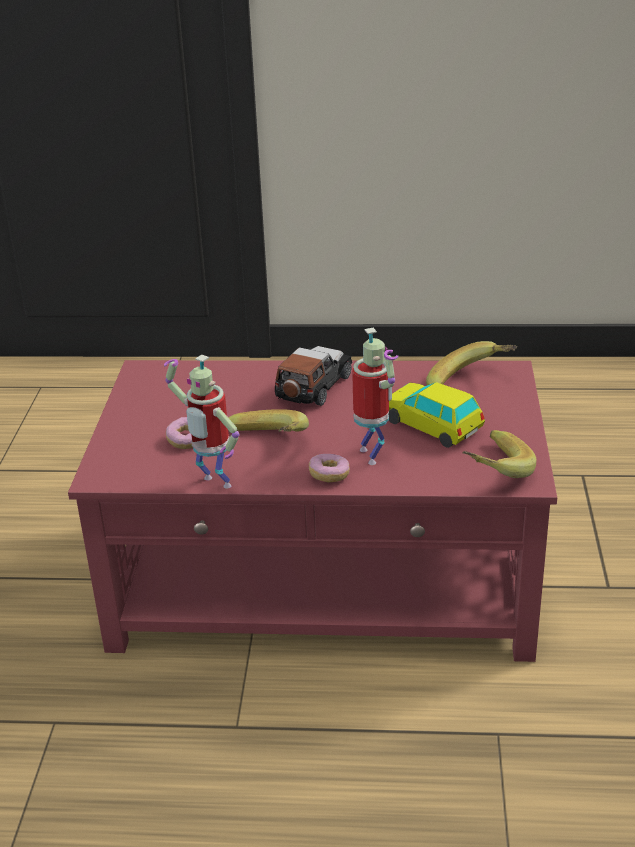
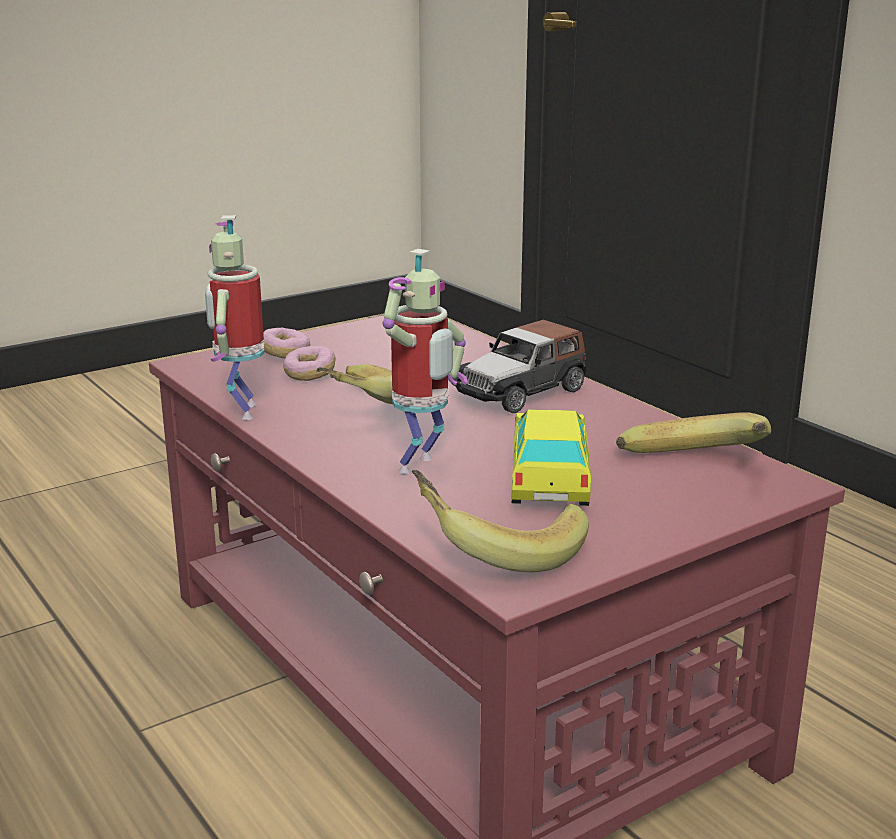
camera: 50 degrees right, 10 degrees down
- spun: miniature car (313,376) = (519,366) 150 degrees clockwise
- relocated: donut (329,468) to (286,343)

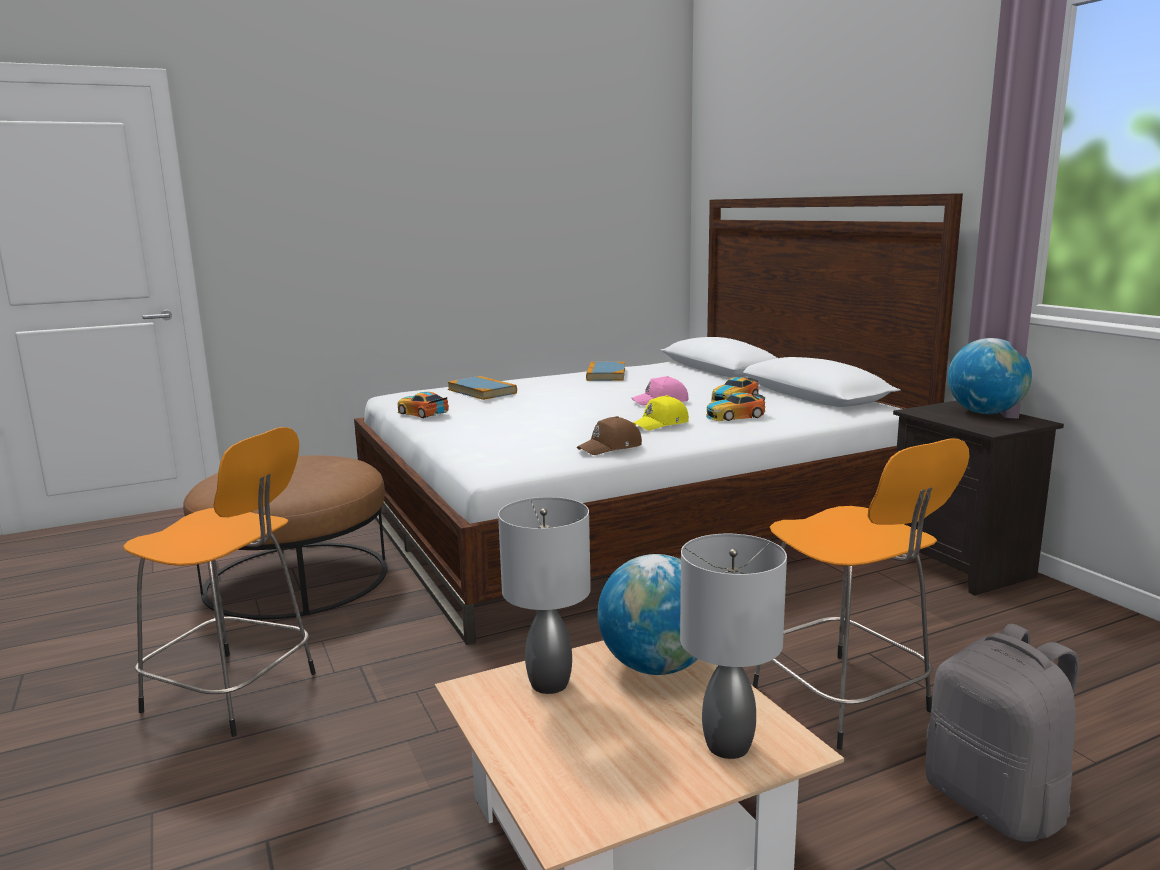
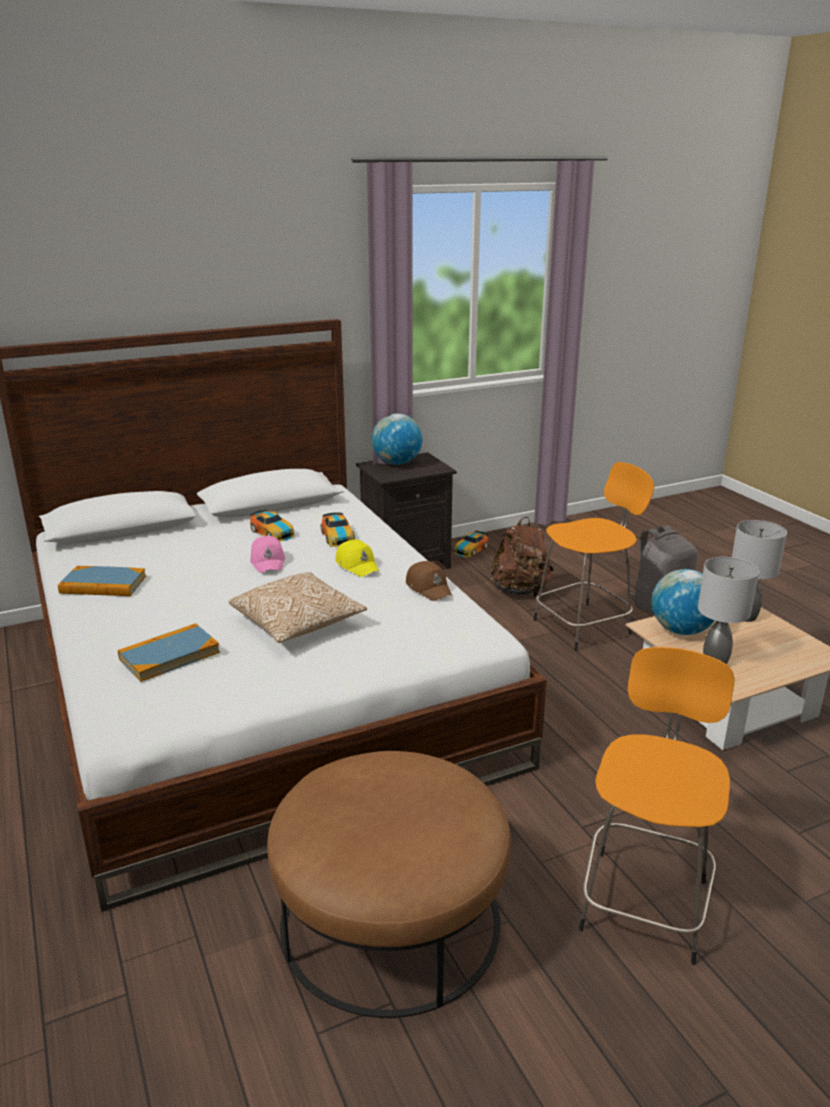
camera: 90 degrees left, 10 degrees up
- relocated: miniature car (423,405) to (471,544)
- appeared: brownish knapsack (521,557)
- appeared: throw pillow (298,607)

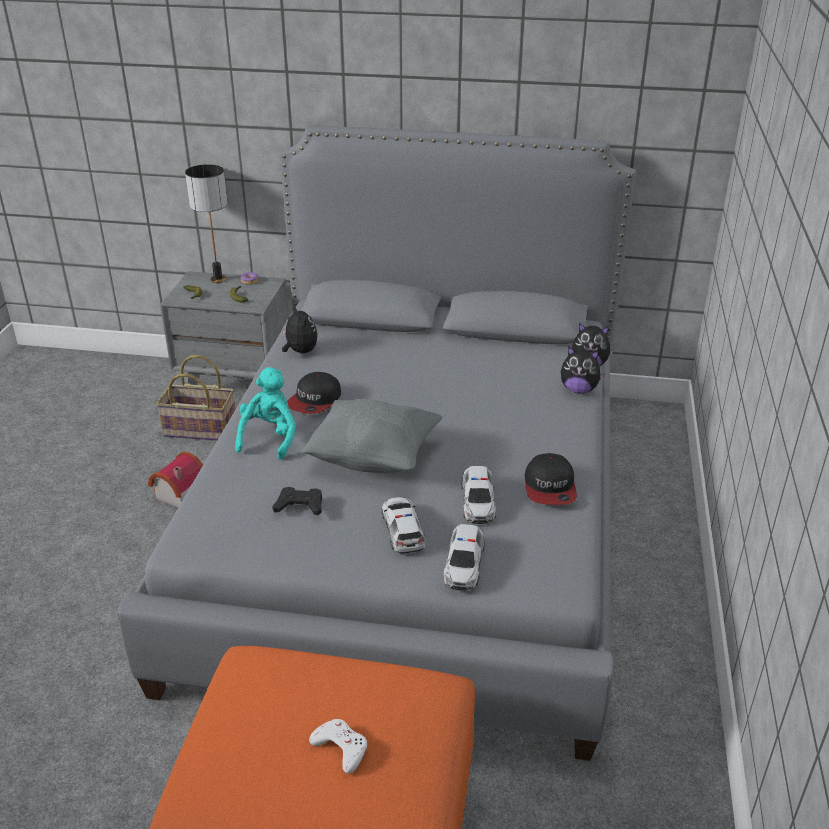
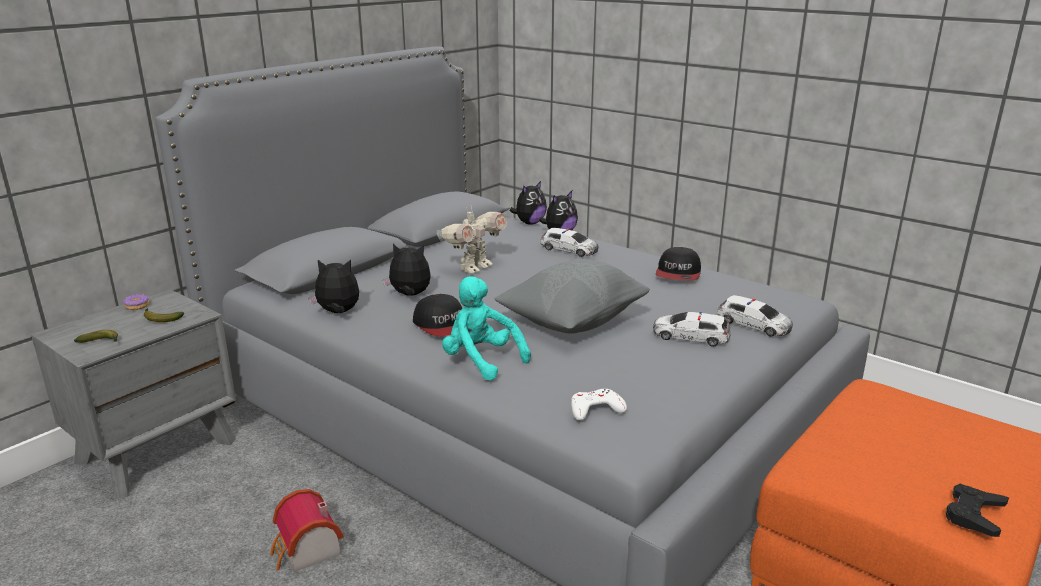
camera: 60 degrees left, 10 degrees down
- missing: table lamp (206,223)
- missing: household basket (195,398)
- spun: cap (551,479) = (678,264) 75 degrees clockwise
- relocated: miniature car (478,495) to (569,242)
- relocated: black-coloured gamepad (297,501) to (977,510)
- relocated: white gamepad (338,746) to (599,405)
- appeared: robot figure (472,240)
- appeared: cuddly toy (407,270)

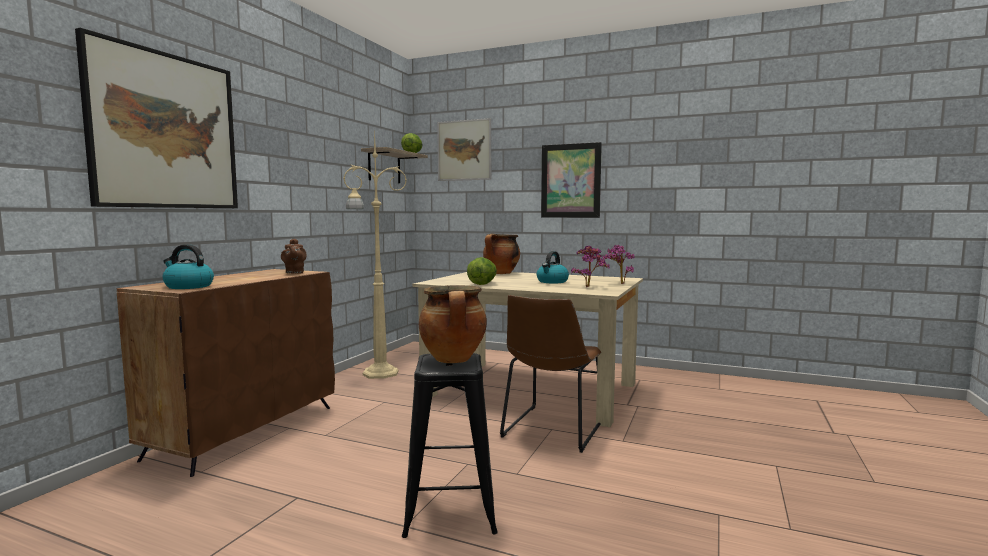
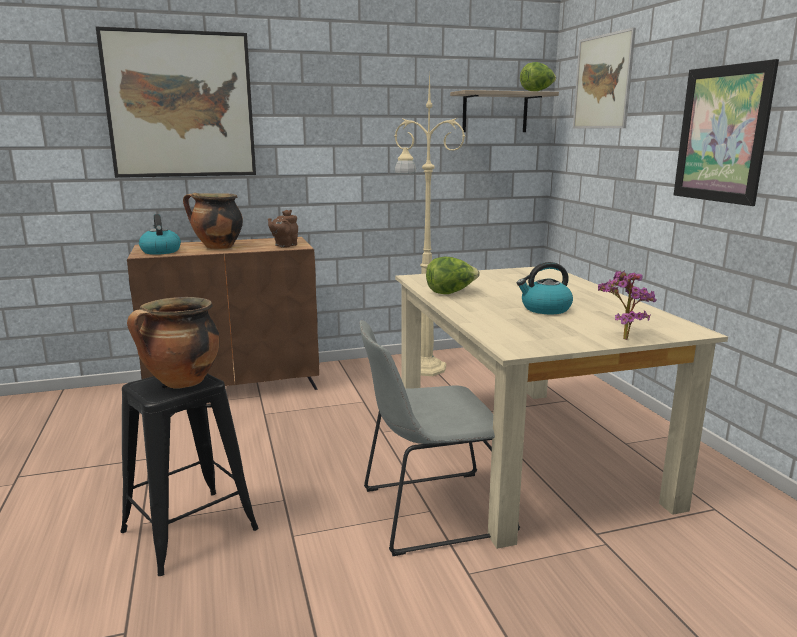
camera: 50 degrees right, 10 degrees up
- relocated: saucepot (501,254) to (213,221)
- missing: plant in a pot (590,266)
- colour: brownish plain chair (550,374) to greyish plain chair (440,438)

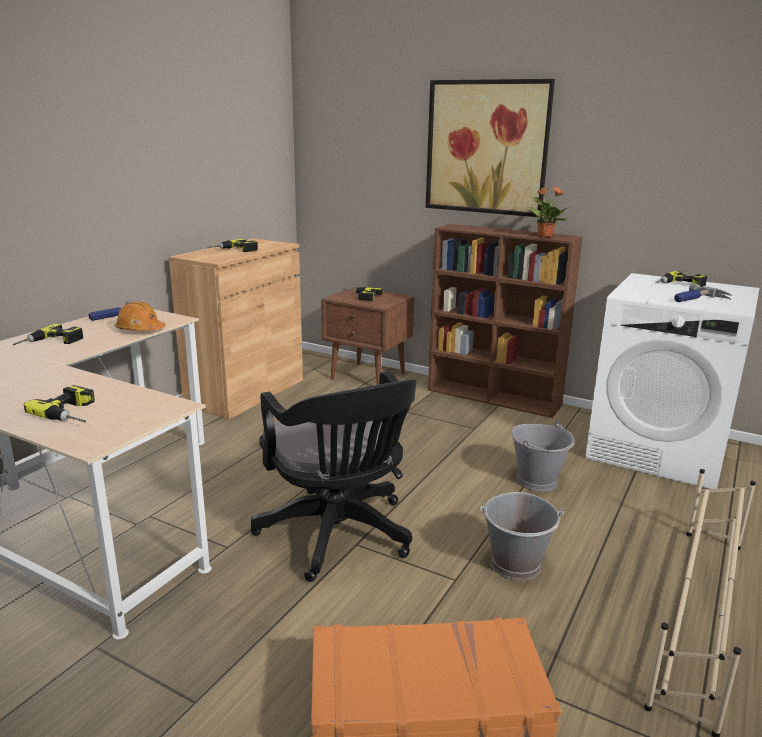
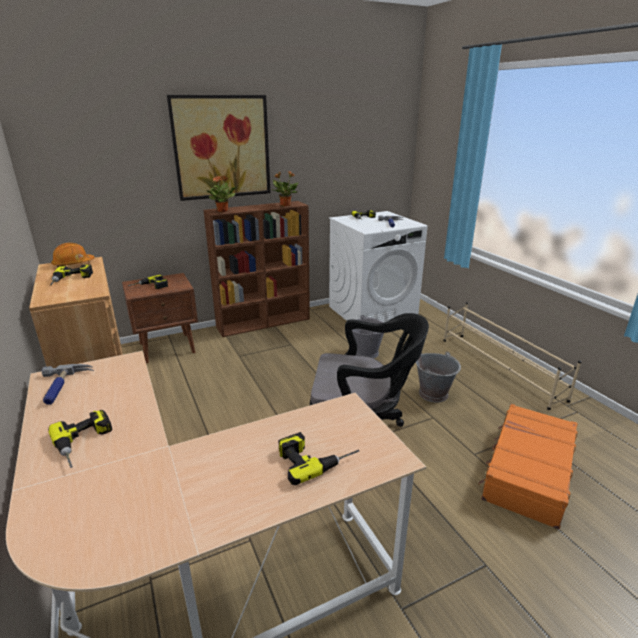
camera: 55 degrees left, 5 degrees up
- relocated: orange work helmet (140,316) to (73,255)
- appeared: plant in a pot (221,194)

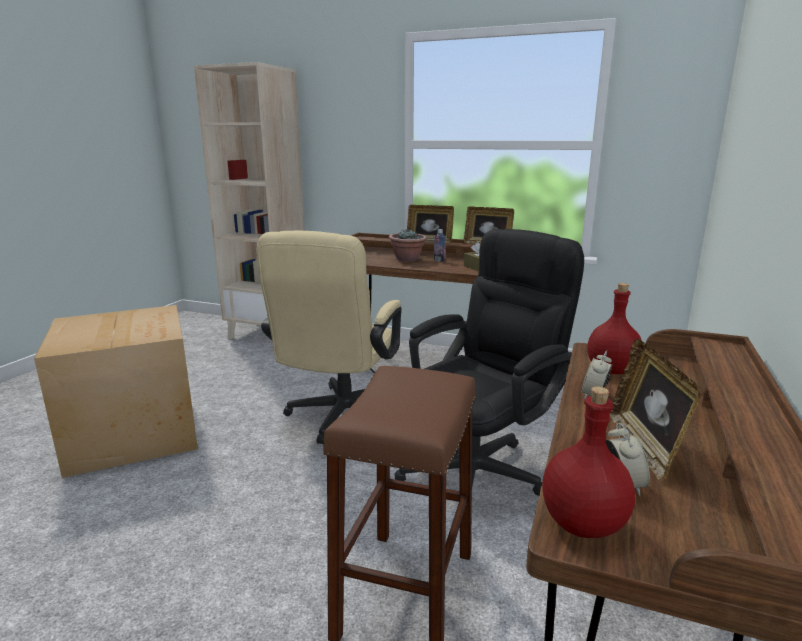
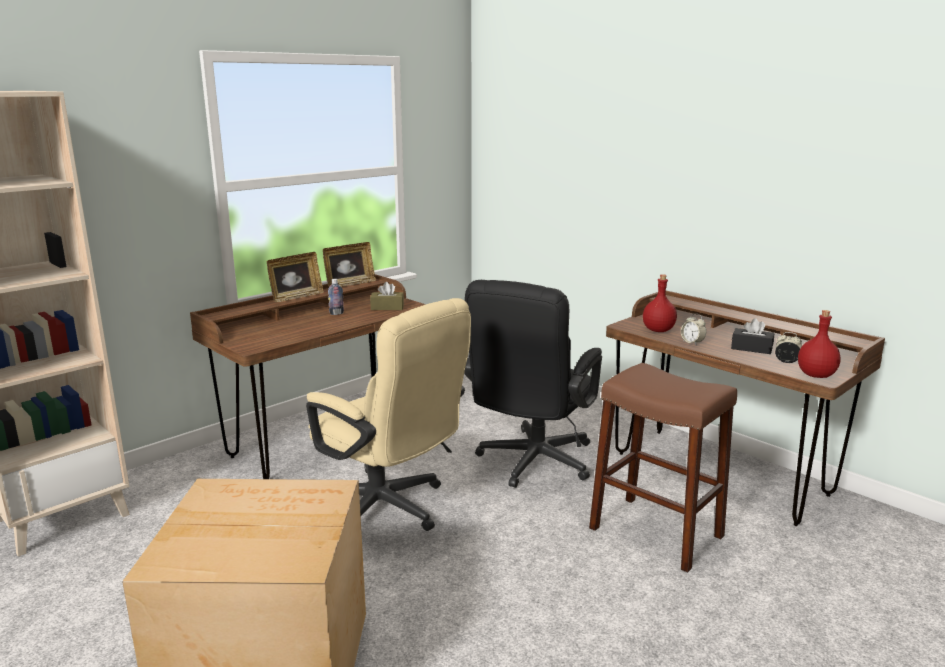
camera: 65 degrees left, 0 degrees up
- missing: plant in a pot (408,245)
- spun: black-coloured desk chair (489,362) = (533,384) 135 degrees counterclockwise
- exchanged: picture frame (656,410) to black-coloured box of tissues (752,336)

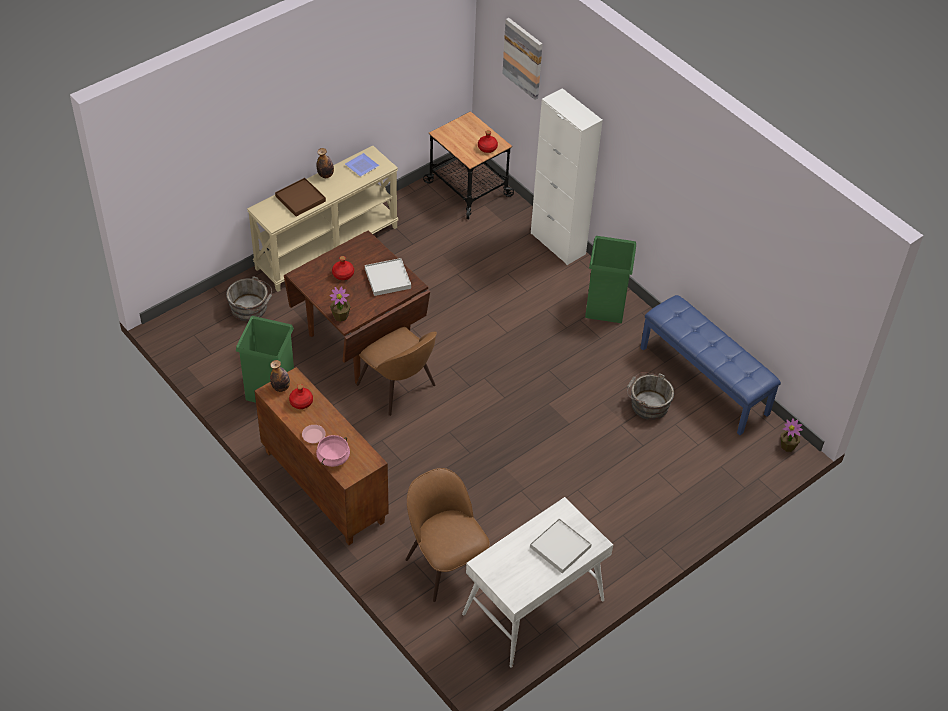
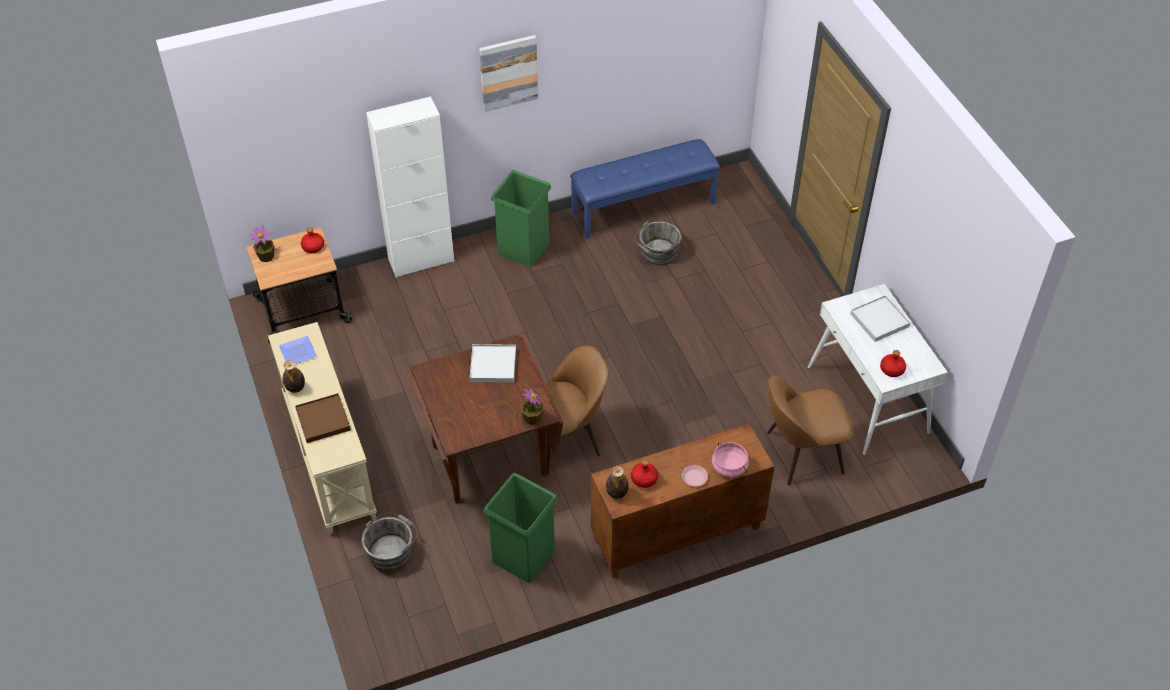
camera: 70 degrees left, 0 degrees up
- relocated: picture (522,59) to (508,73)
- relocated: red-coloured beverage bottle (343,268) to (893,363)
- relocated: plant in a pot (792,435) to (262,243)

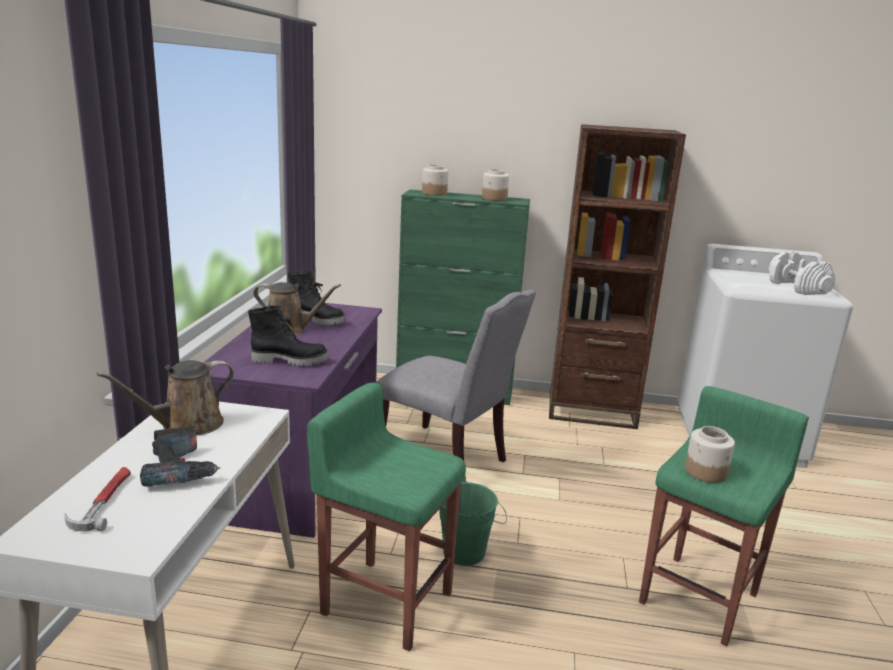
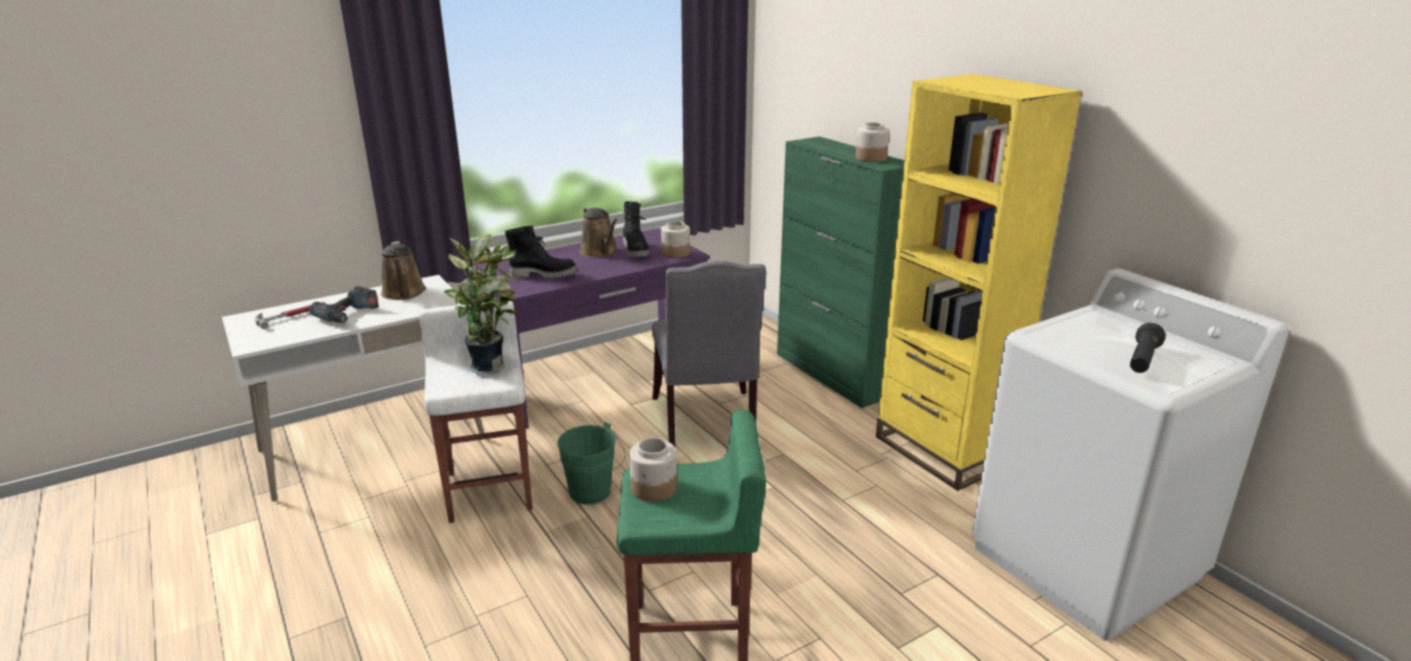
camera: 50 degrees right, 5 degrees up
- colour: brownish bookshelf (617,276) to yellow bookshelf (979,282)
- relocated: preserve jar (435,180) to (675,239)
- exchanged: white dumbbell (802,273) to black-coloured hand torch (1148,348)
- spun: black-coloured boot (288,335) = (541,252) 45 degrees counterclockwise
- spun: brownish watering can (165,397) = (403,270) 120 degrees counterclockwise
- colour: green stool (386,517) to white stool (476,412)
- appeared: plant in a pot (482,304)

